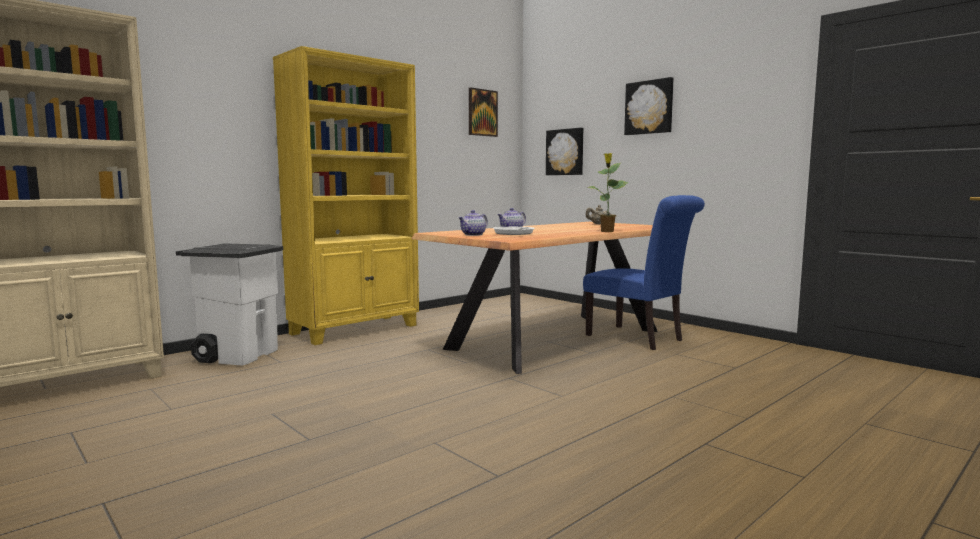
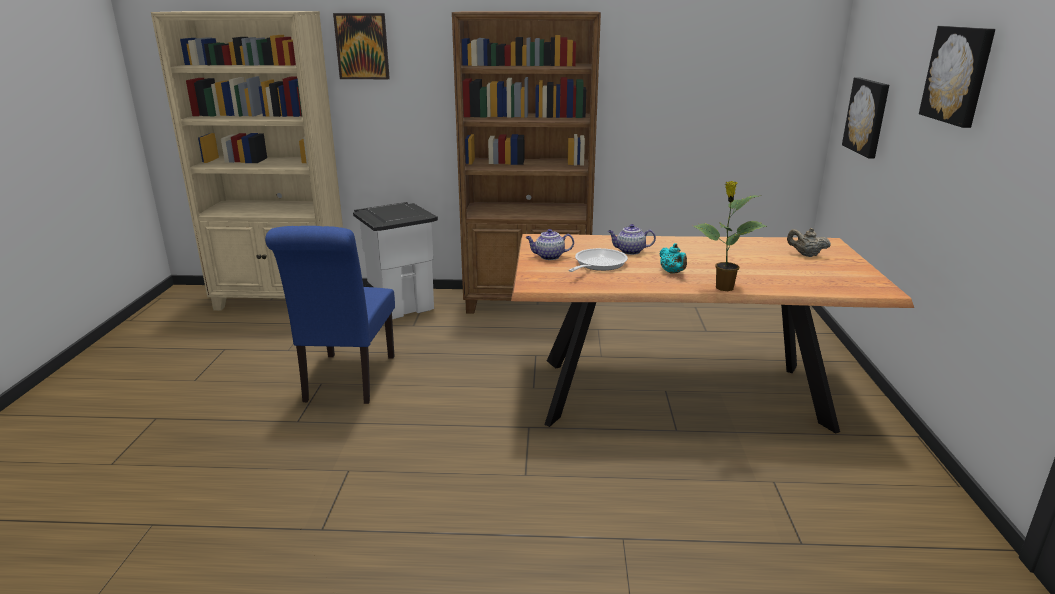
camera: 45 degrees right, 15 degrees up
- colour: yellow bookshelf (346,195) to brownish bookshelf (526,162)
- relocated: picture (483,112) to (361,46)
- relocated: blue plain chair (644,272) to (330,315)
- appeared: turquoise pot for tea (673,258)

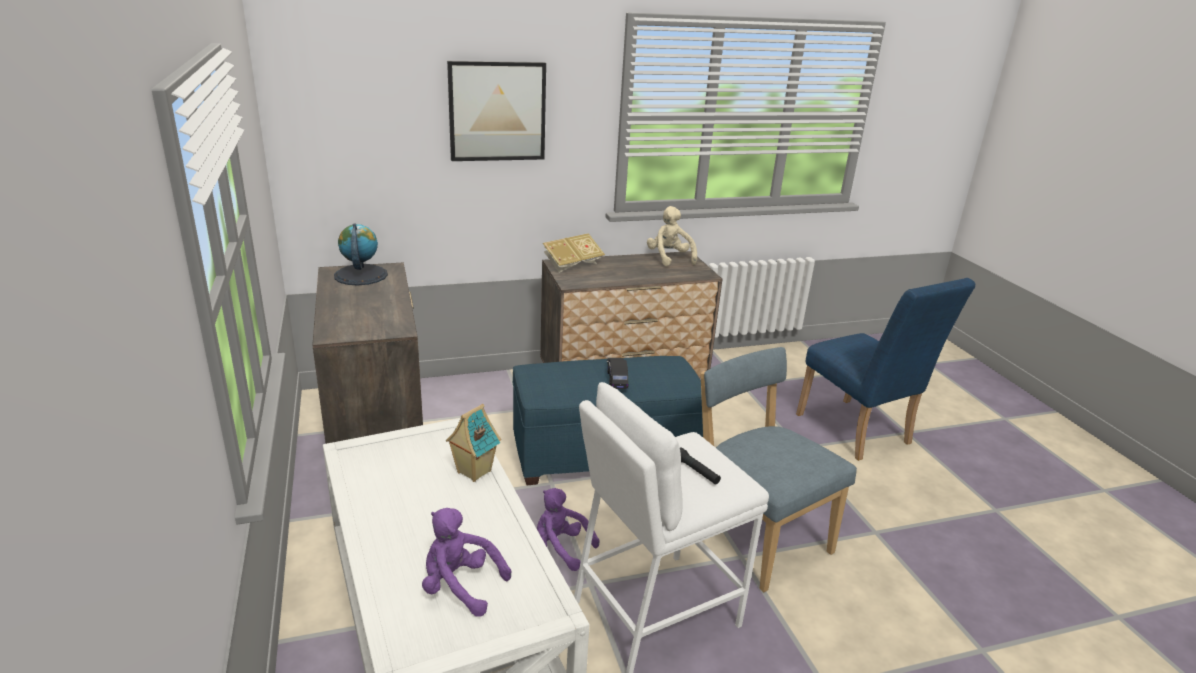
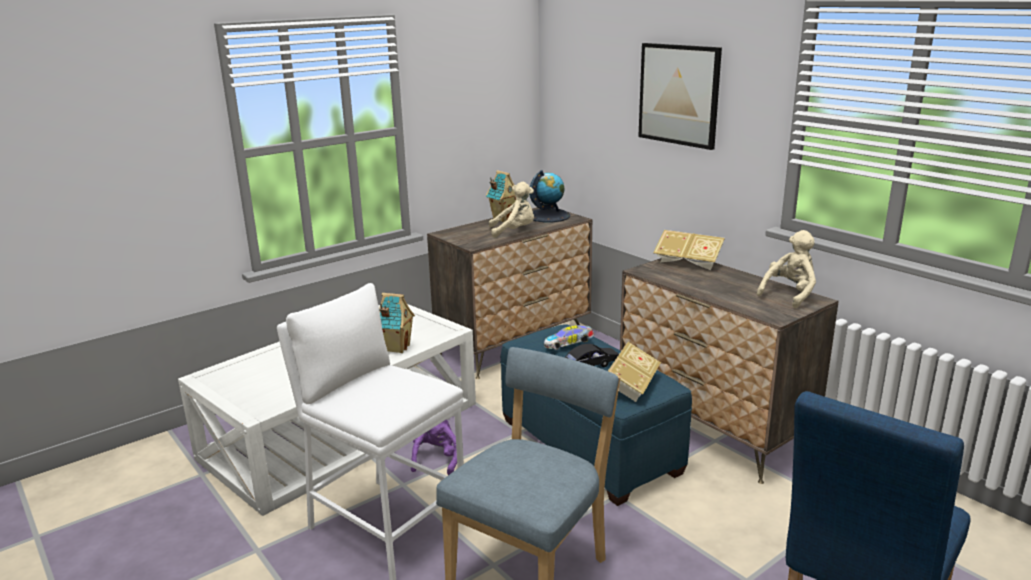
camera: 70 degrees right, 5 degrees down
- missing: black-coloured hand torch (700,465)
- missing: purple-coloured cuddly toy (466,562)
- appeared: miniature house (501,196)
- appeared: beige cuddly toy (511,210)
- appeared: miniature car (569,337)
- appeared: volume (634,372)

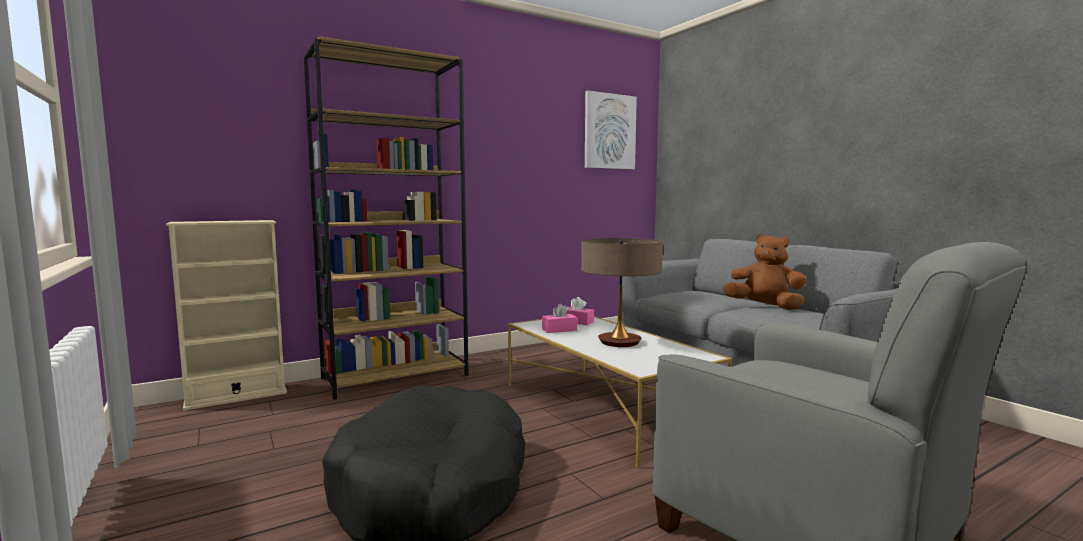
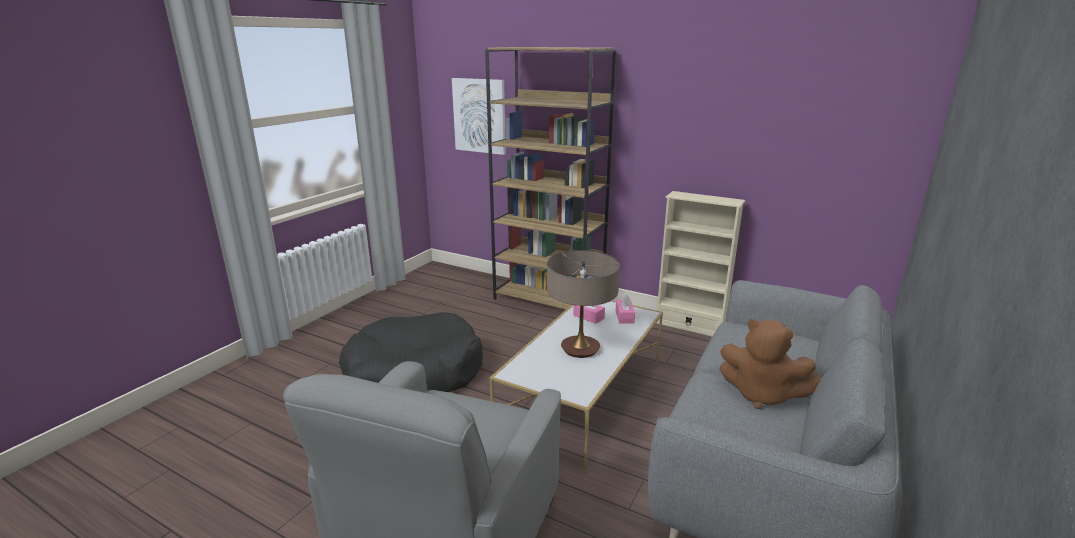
camera: 60 degrees right, 15 degrees up
- relocated: picture (611,130) to (479,116)
- relocated: beige bookshelf (226,315) to (700,264)
- spun: brownish cuddly toy (764,272) = (770,364) 120 degrees clockwise

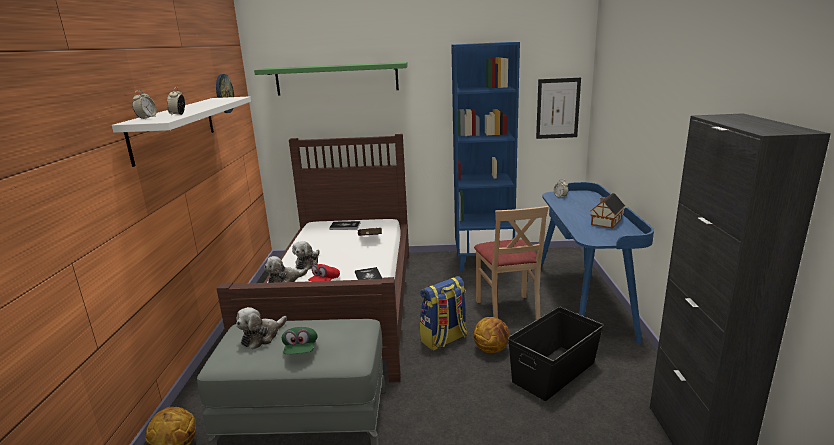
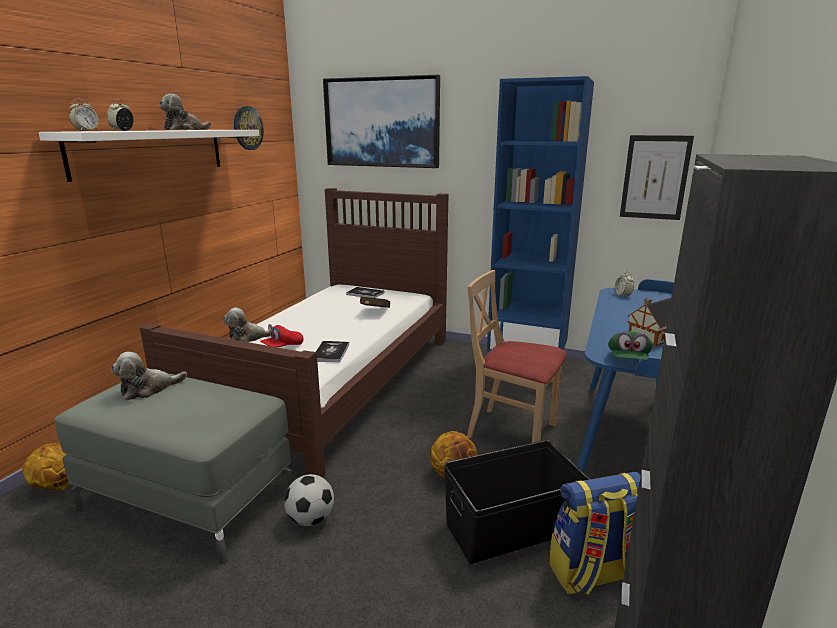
camera: 20 degrees right, 0 degrees up
- exchanged: green bracket shelf (331,79) to picture (381,121)
- spun: beige plain chair (511,263) = (517,356) 105 degrees clockwise
- relocated: cuddly toy (306,255) to (185,112)
- relocated: knapsack (443,313) to (595,533)
- relocated: green cap (299,340) to (630,346)
- appeared: ball for football (309,500)

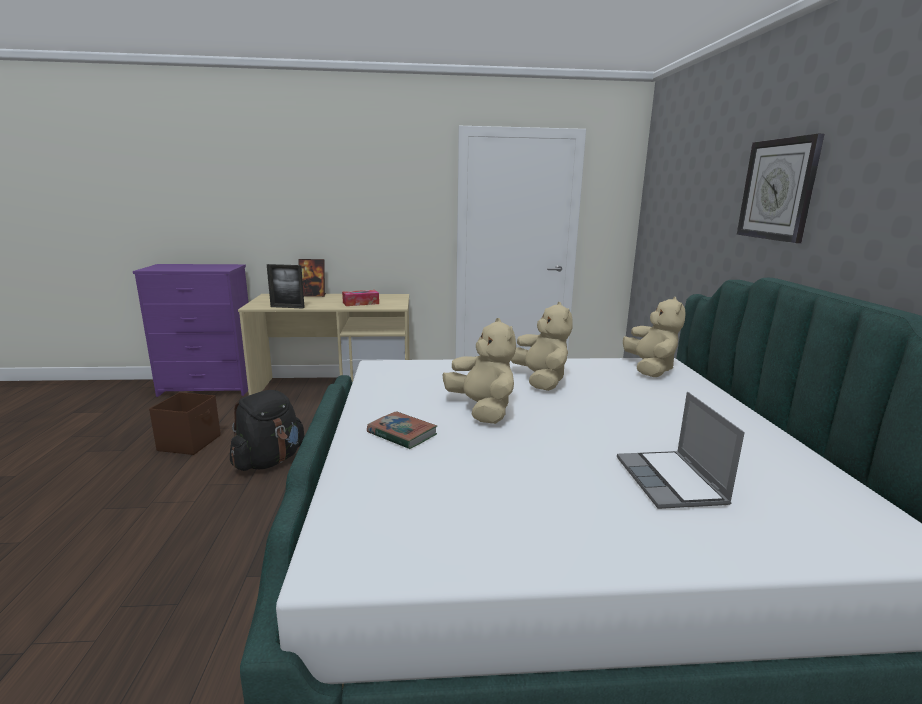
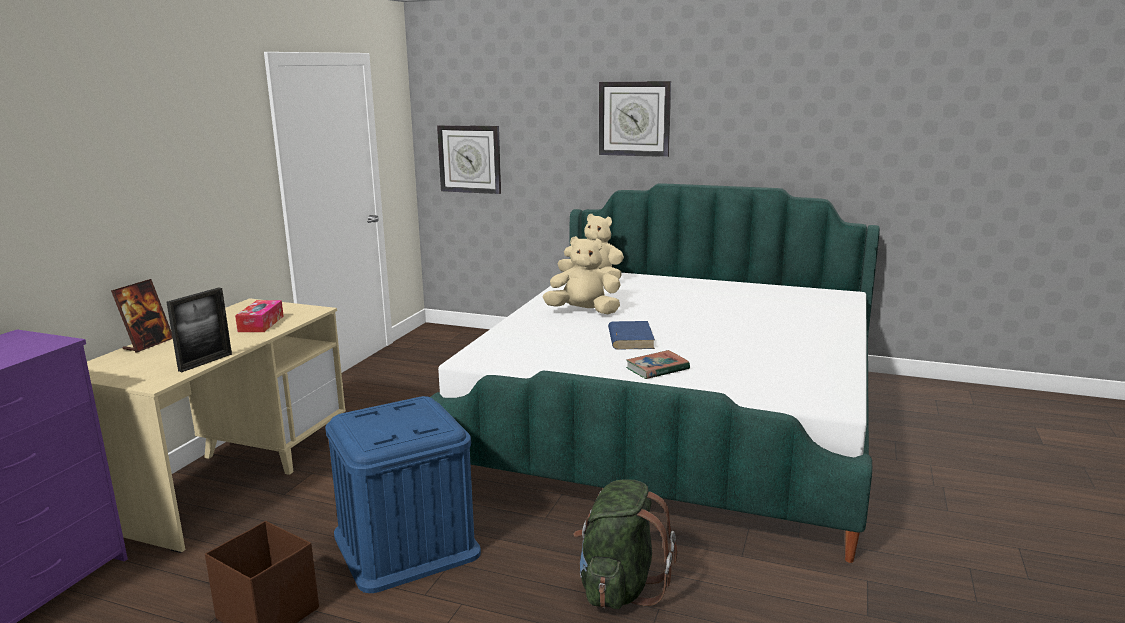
camera: 65 degrees left, 0 degrees up
- exchanged: beige cuddly toy (479,371) to blue volume (631,335)
- exchanged: black-coloured knapsack (267,430) to blue storage bin (403,494)
- missing: laptop (681,450)
- appeared: wall clock (469,159)
- appeared: green knapsack (625,544)

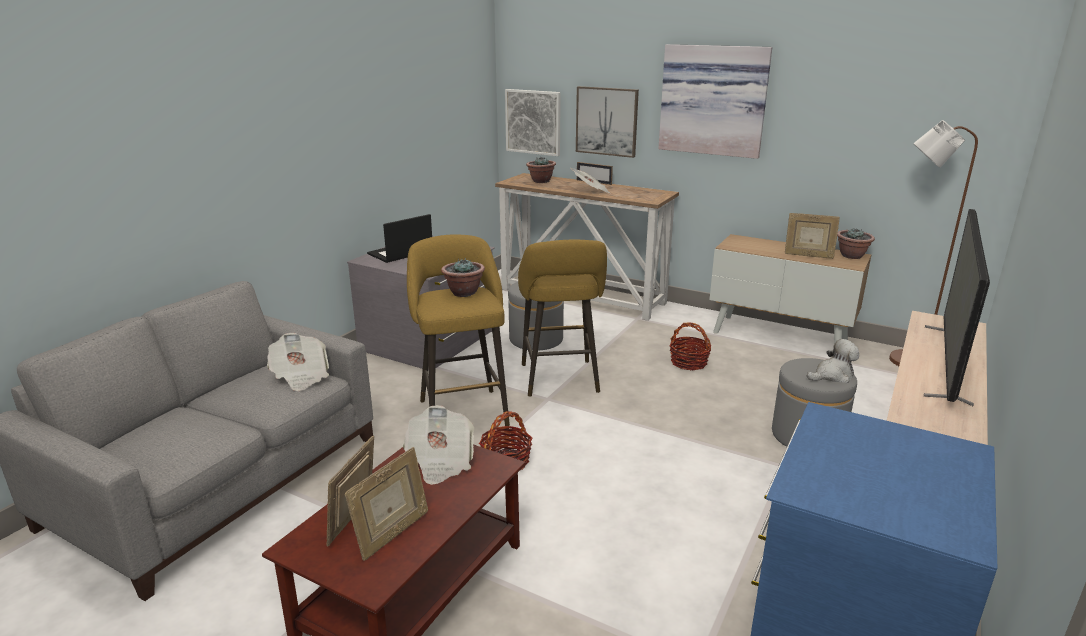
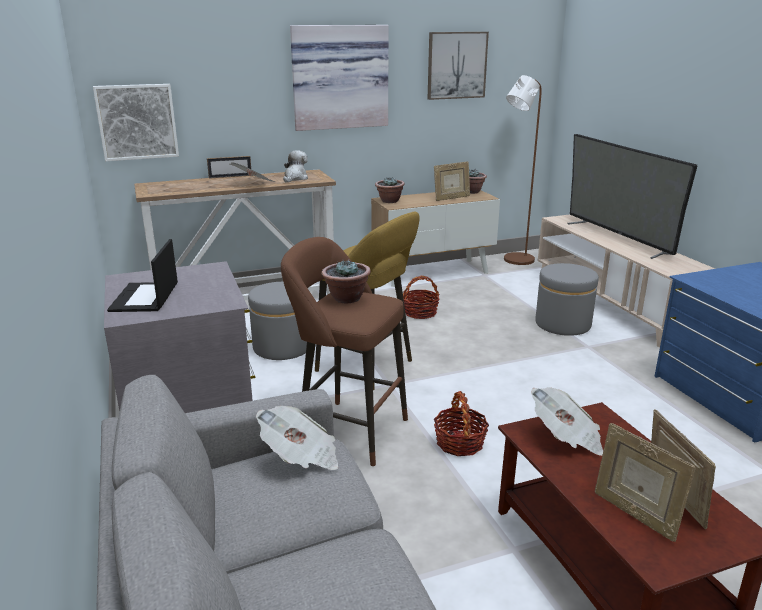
camera: 50 degrees left, 0 degrees up
- relocated: picture (607,122) to (458,66)
- relocated: plant in a pot (541,170) to (390,190)
- colour: yellow stool (458,330) to brownish stool (344,351)
- relocated: cuddly toy (833,361) to (295,166)

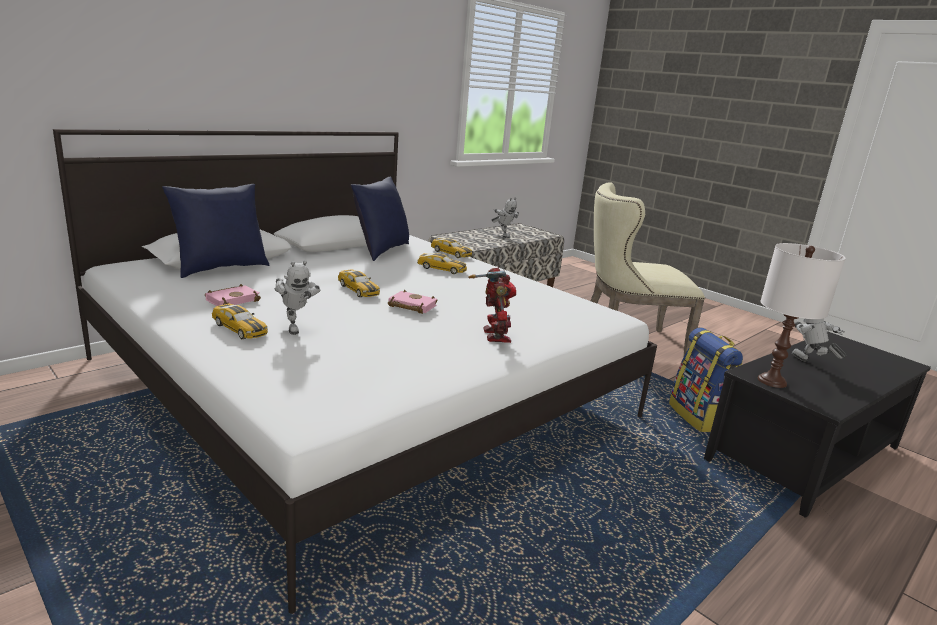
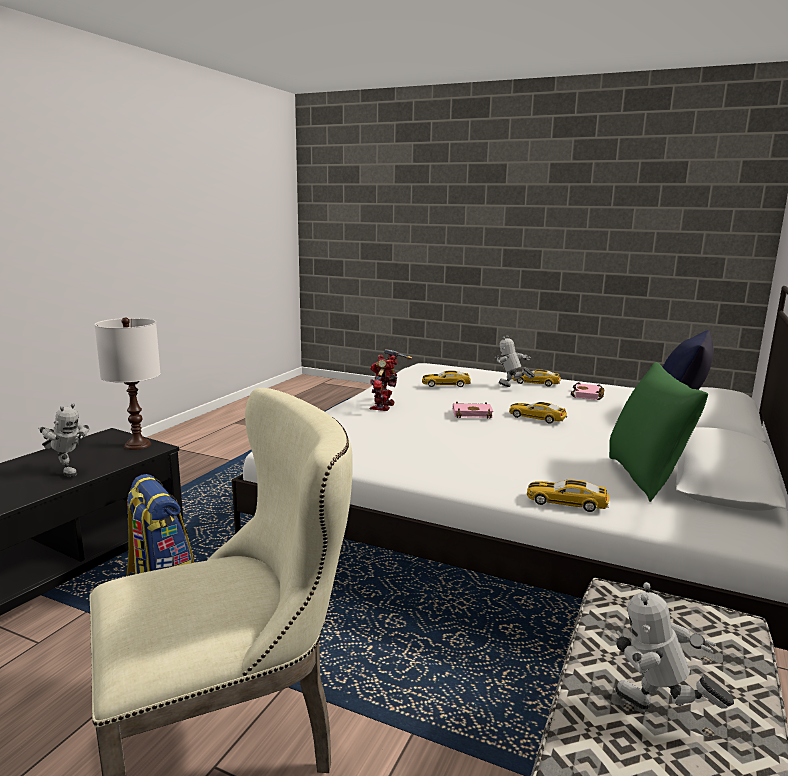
camera: 160 degrees right, 5 degrees down
- colour: blue throw pillow (380,219) to green throw pillow (658,432)
- relocated: miniature car (442,263) to (446,378)
- spun: robot figure (492,305) = (390,380) 45 degrees clockwise

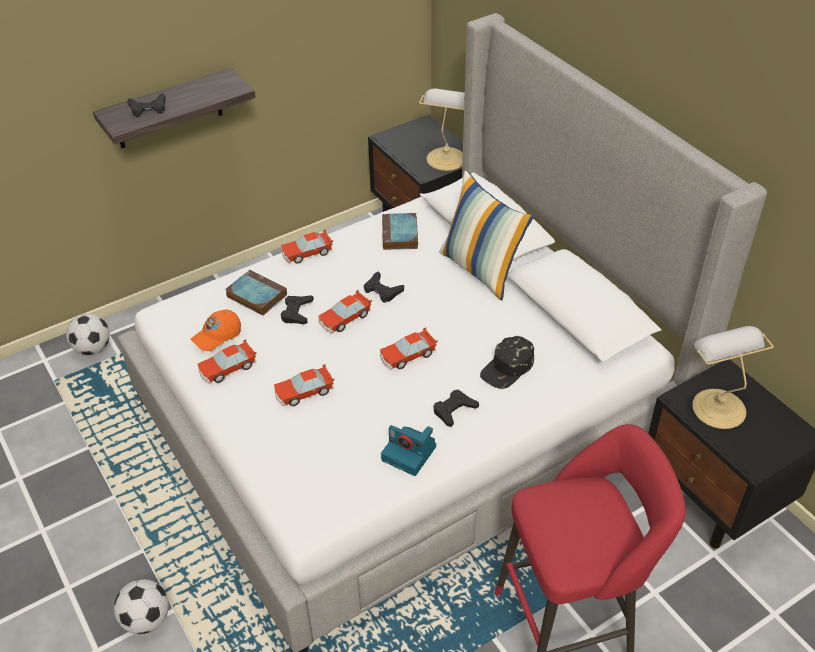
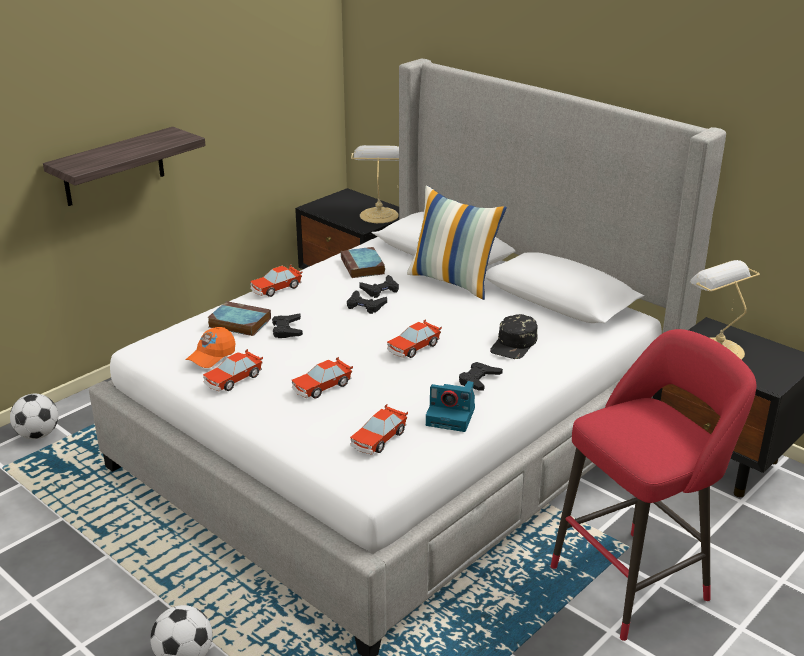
camera: 15 degrees left, 15 degrees down
- relocated: black-coloured gamepad (146,105) to (379,286)
- relocated: miniature car (345,311) to (379,429)

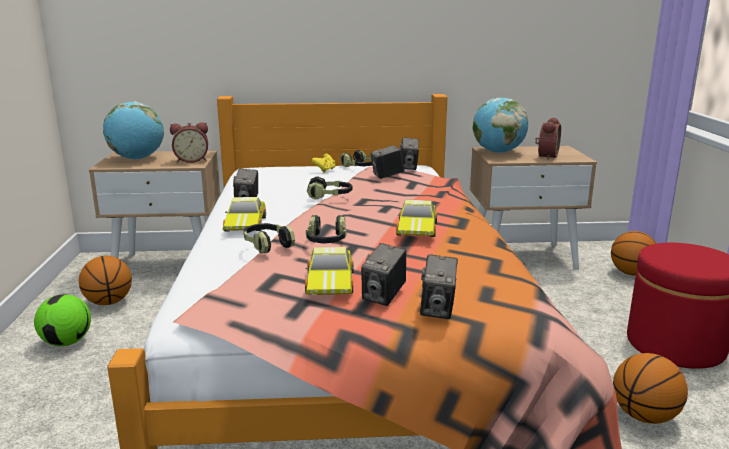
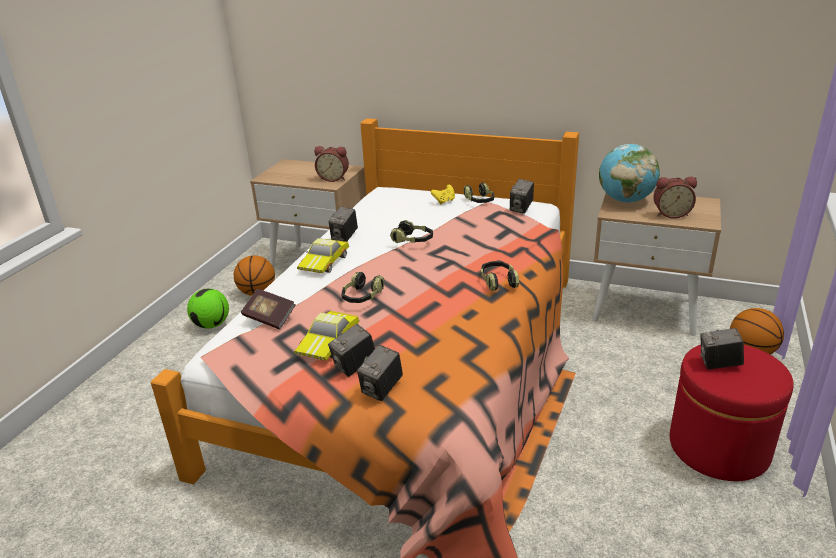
camera: 25 degrees right, 10 degrees up
- missing: world globe (133,130)
- spun: table clock (548,138) = (675,197) 45 degrees clockwise
- relocated: photo camera (387,162) to (722,348)
- missing: miniature car (416,218)
- relocated: headphones (269,238) to (500,276)
- missing: basketball (650,388)
- appeared: volume (268,309)

